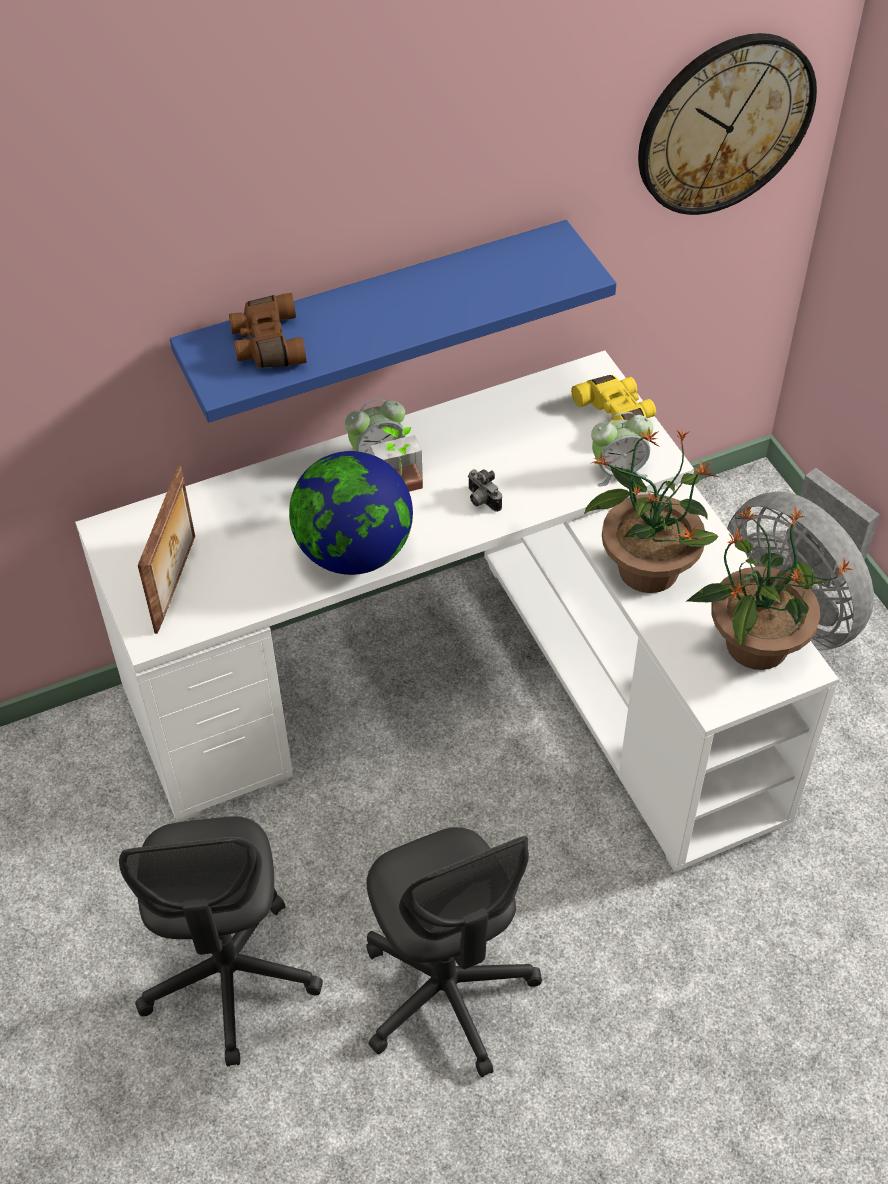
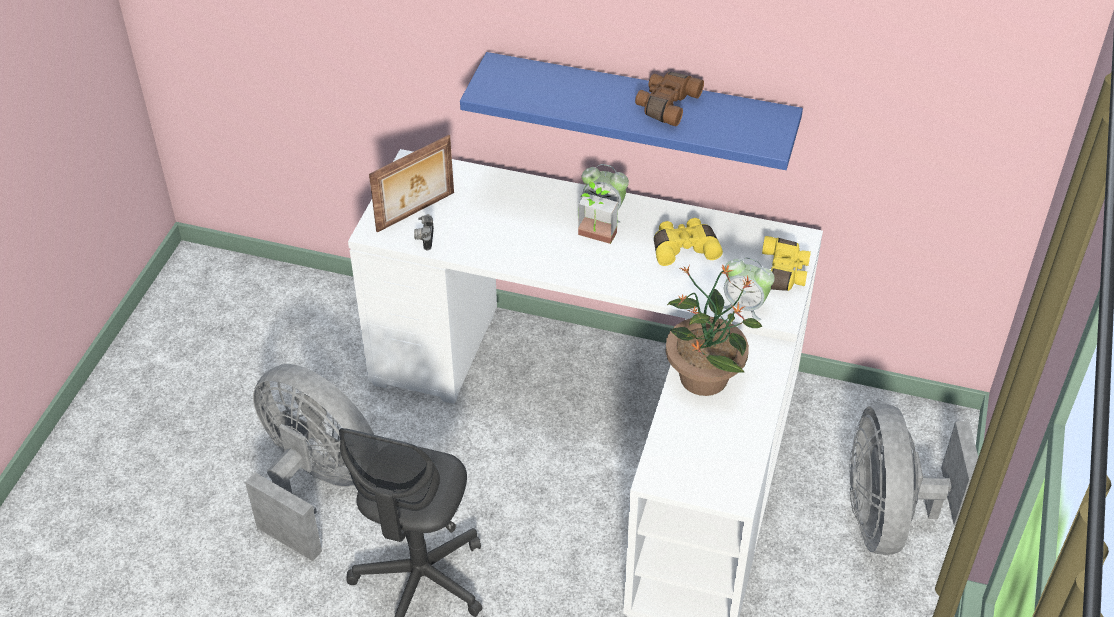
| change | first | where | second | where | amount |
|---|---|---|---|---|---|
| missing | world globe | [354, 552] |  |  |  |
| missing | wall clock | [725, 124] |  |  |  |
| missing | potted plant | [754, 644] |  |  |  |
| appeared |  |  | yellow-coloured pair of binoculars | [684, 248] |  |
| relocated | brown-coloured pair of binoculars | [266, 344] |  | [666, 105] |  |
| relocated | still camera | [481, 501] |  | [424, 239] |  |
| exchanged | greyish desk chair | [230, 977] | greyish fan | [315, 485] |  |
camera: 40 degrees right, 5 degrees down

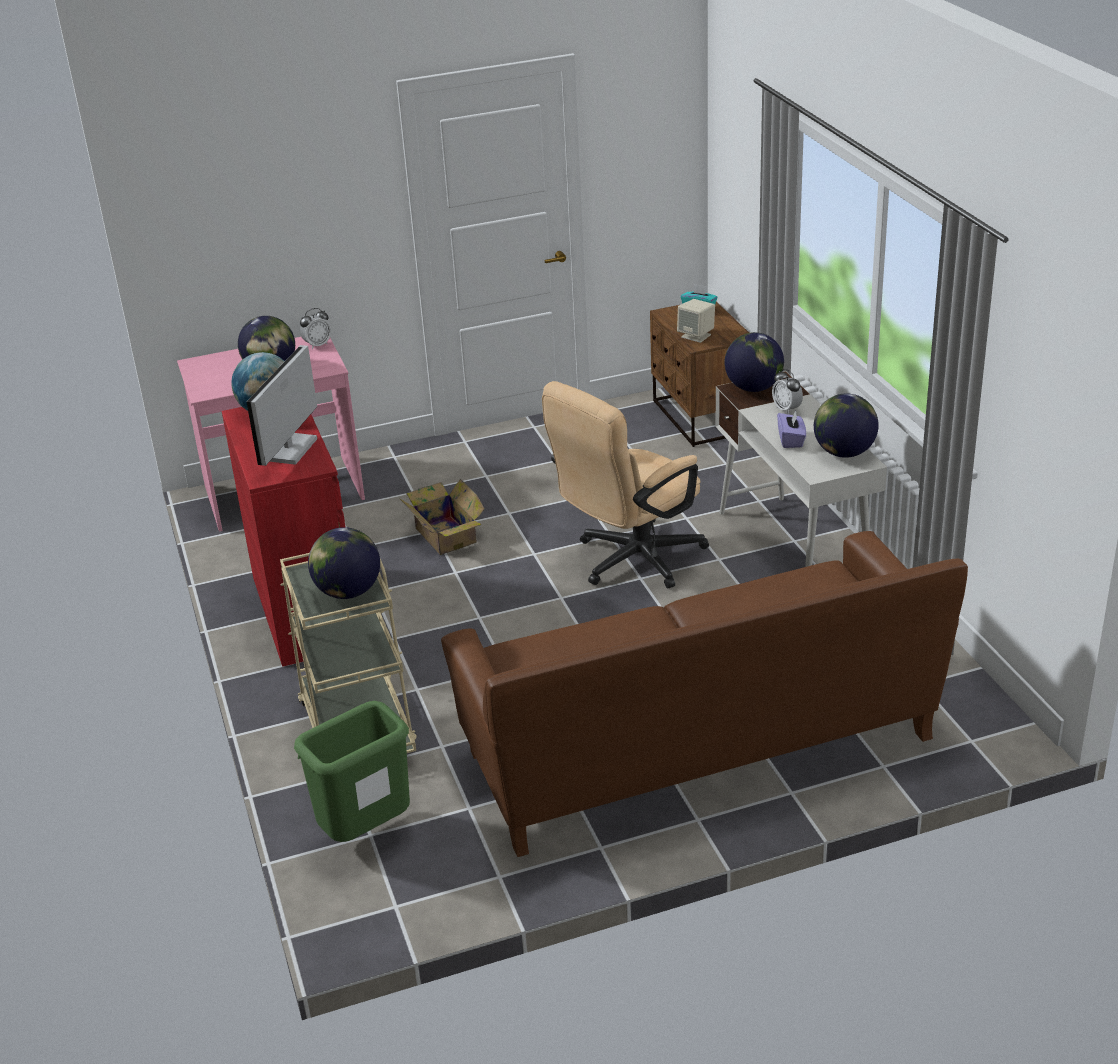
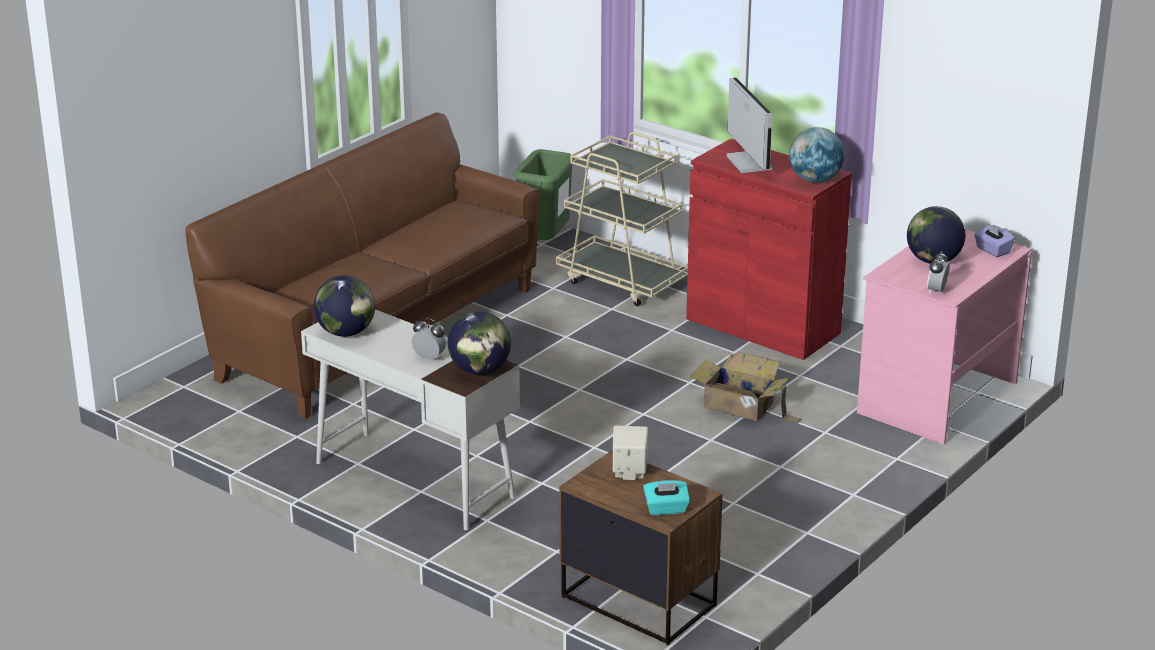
| change | first | where | second | where | amount |
|---|---|---|---|---|---|
| missing | world globe | [348, 592] |  |  |  |
| missing | sand-coloured desk chair | [630, 561] |  |  |  |
| relocated | purplish box of tissues | [791, 440] |  | [992, 250] |  |
camera: 145 degrees right, 5 degrees down

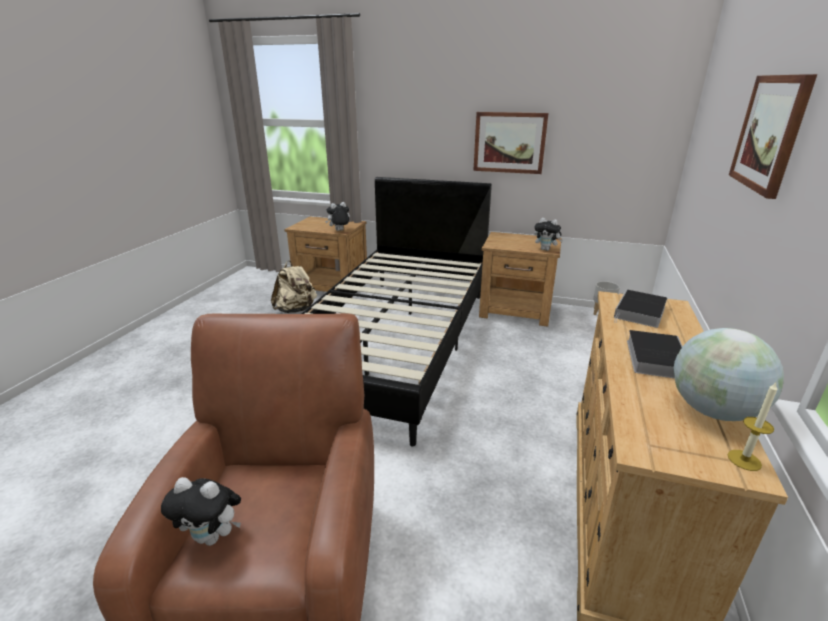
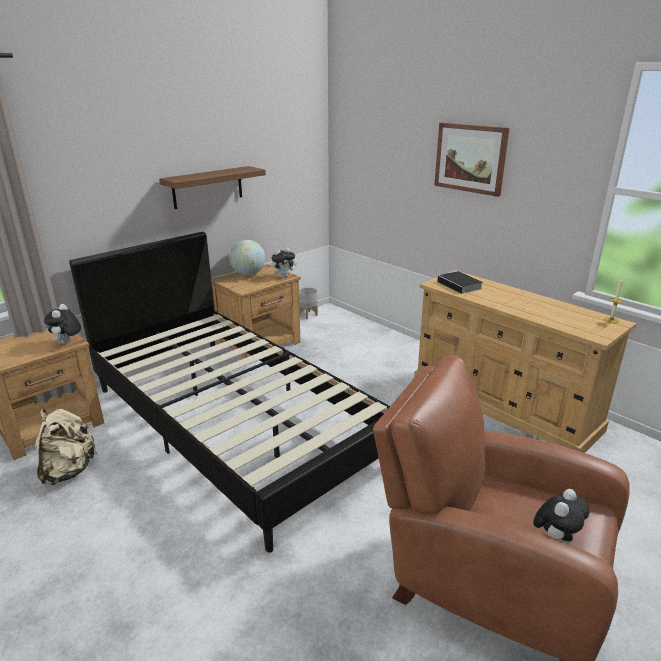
| change | first | where | second | where | amount |
|---|---|---|---|---|---|
| missing | book | [654, 357] |  |  |  |
| relocated | world globe | [713, 411] |  | [248, 274] |  |
| exchanged | wall picture | [509, 142] | wall shelf | [207, 187] |  |
camera: 60 degrees left, 0 degrees up

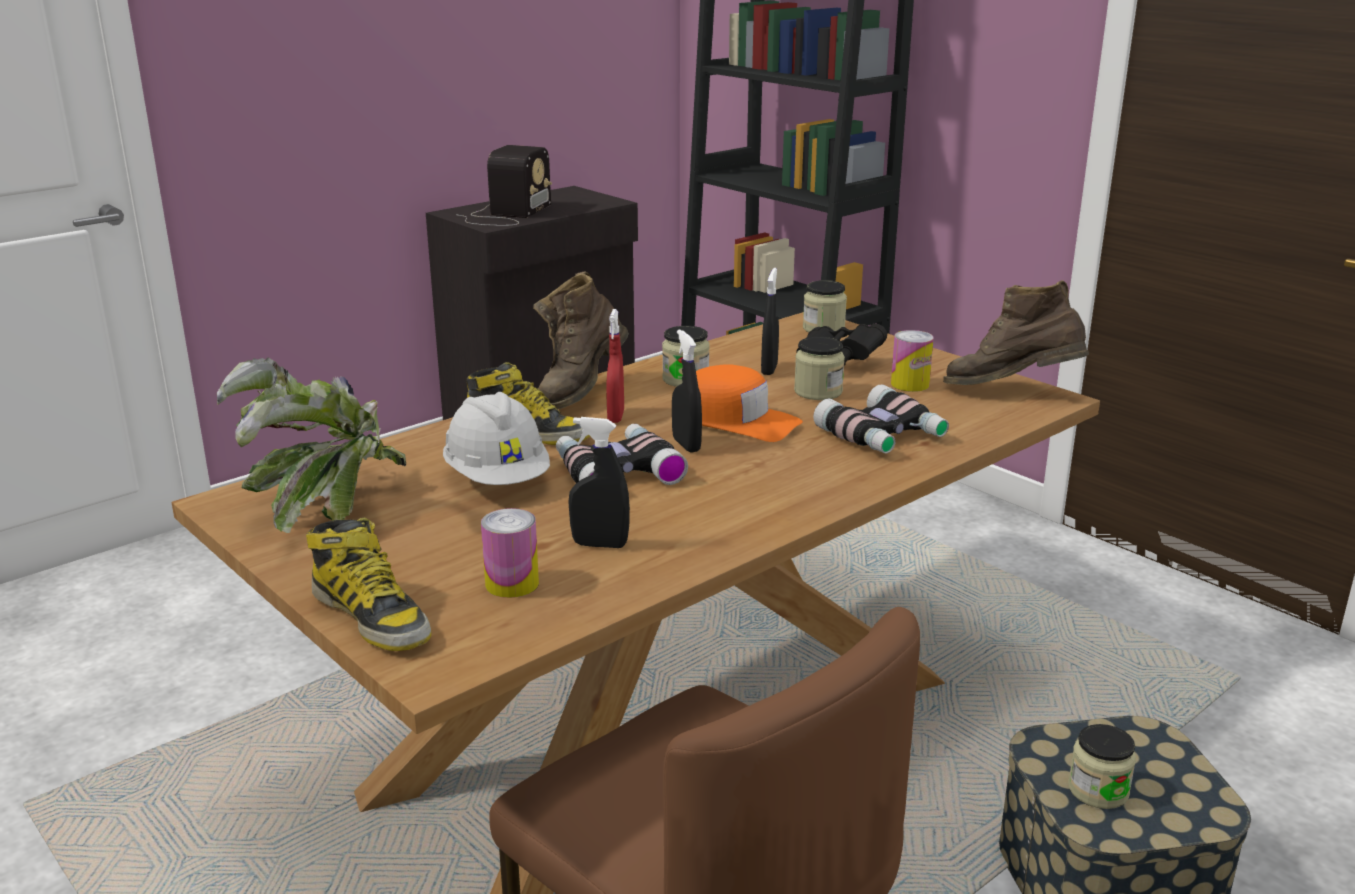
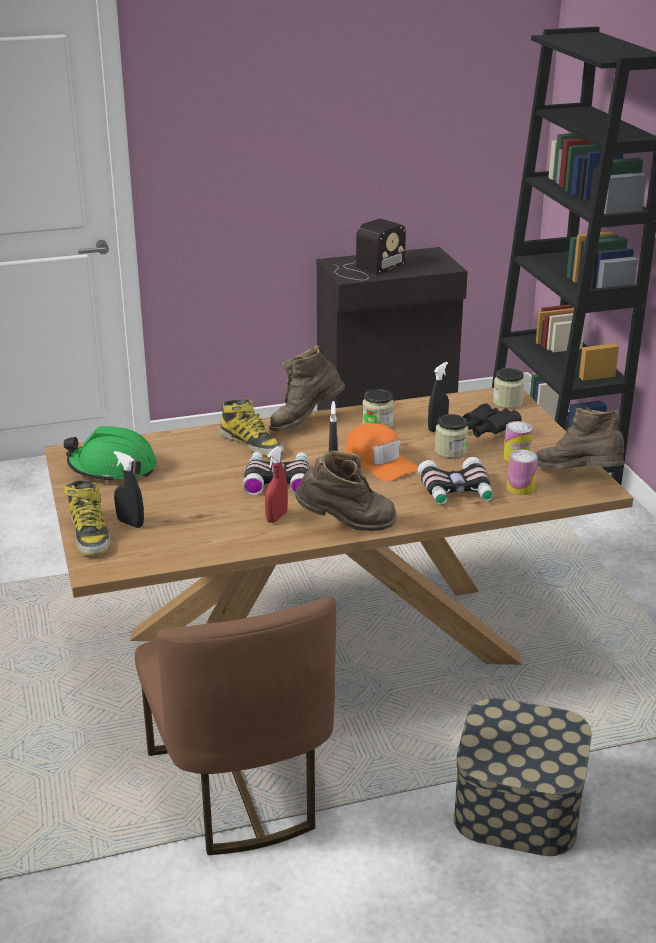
| change | first | where | second | where | amount |
|---|---|---|---|---|---|
| missing | white-coloured work helmet | [498, 479] |  |  |  |
| missing | preserve jar | [1098, 790] |  |  |  |
| appeared |  |  | brown-coloured tall boot | [346, 525] |  |
| relocated | sealed can | [512, 583] |  | [520, 488] |  |
| relocated | blackish spray bottle | [600, 544] |  | [130, 523] |  |
| relocated | red spray bottle | [615, 417] |  | [276, 517] |  |
| exchanged | potted plant | [327, 508] | green-coloured work helmet | [113, 468] |  |
camera: 25 degrees right, 5 degrees up

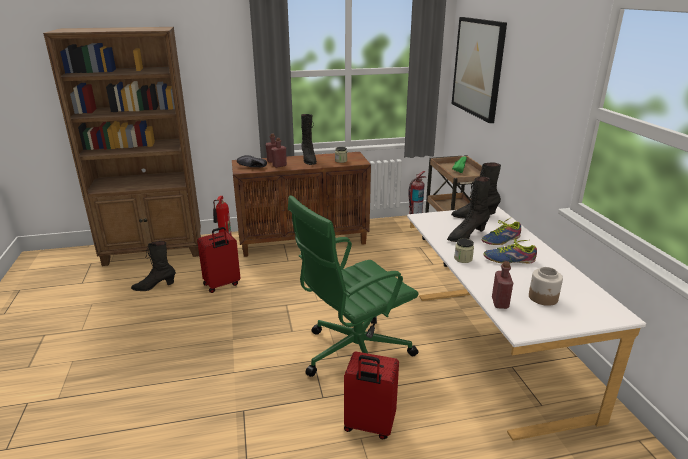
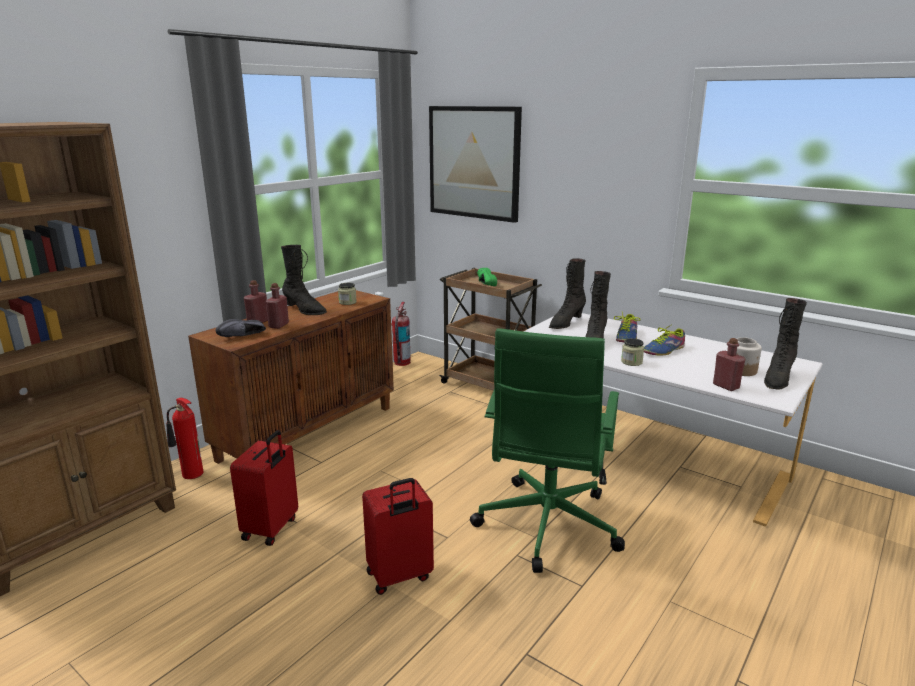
| change | first | where | second | where | amount |
|---|---|---|---|---|---|
| relocated | blackish tall boot | [154, 286] |  | [777, 379] |  |
| relocated | red suitcase | [369, 426] |  | [399, 576] |  |
camera: 40 degrees left, 5 degrees down

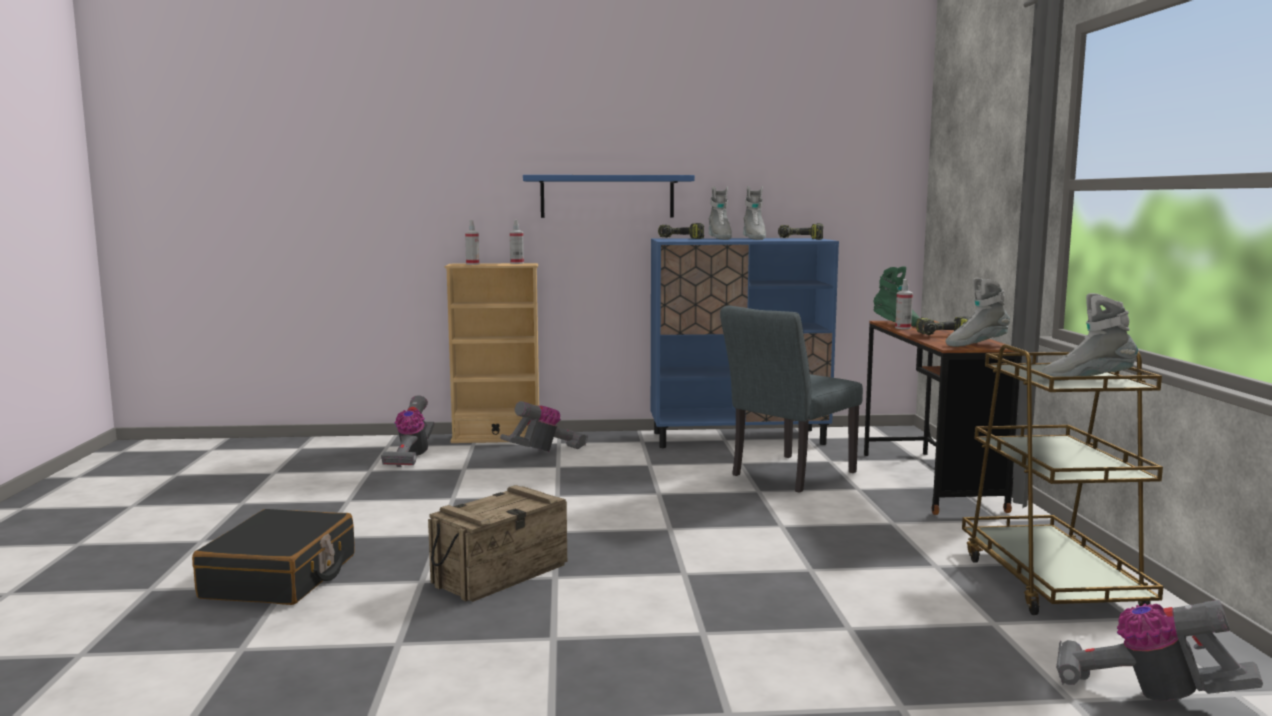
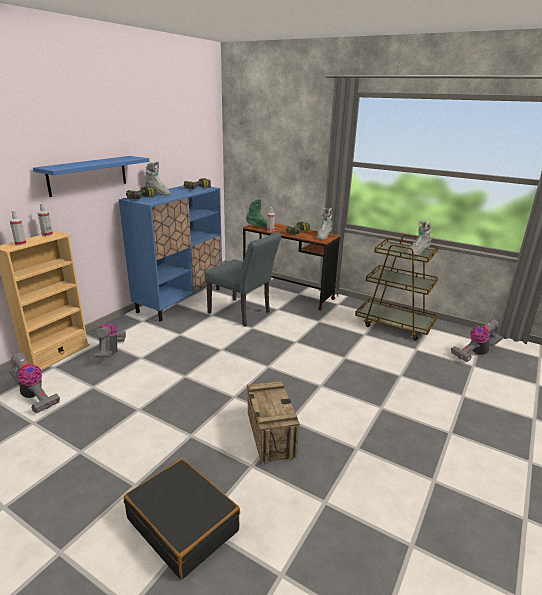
| change | first | where | second | where | amount |
|---|---|---|---|---|---|
| missing | greyish tall boot | [753, 238] |  |  |  |
| spun | greyish upright chair | [787, 475] |  | [243, 314] | 45 degrees counterclockwise |
camera: 55 degrees left, 15 degrees up

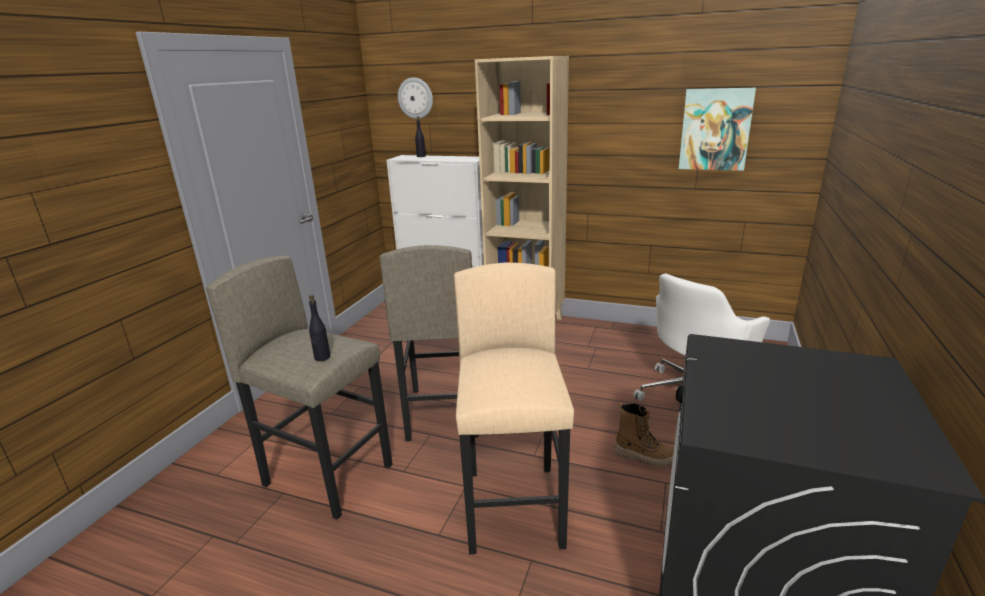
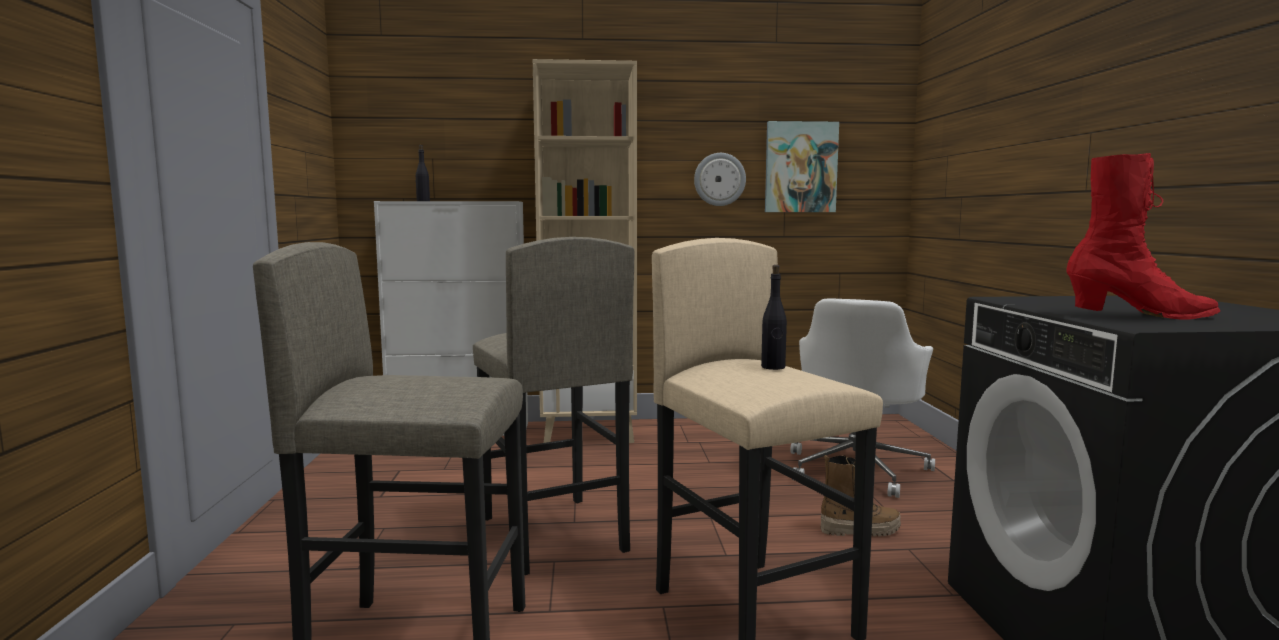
| change | first | where | second | where | amount |
|---|---|---|---|---|---|
| appeared |  |  | red tall boot | [1141, 316] |  |
| relocated | blackish drink bottle | [322, 357] |  | [773, 367] |  |
| relocated | wall clock | [415, 98] |  | [719, 179] |  |
camera: 25 degrees left, 15 degrees down

